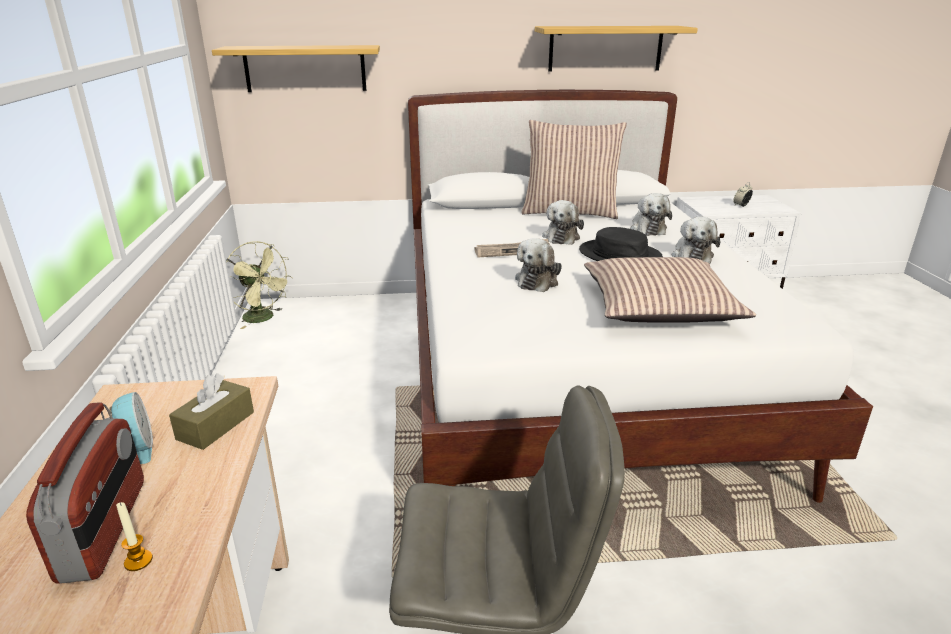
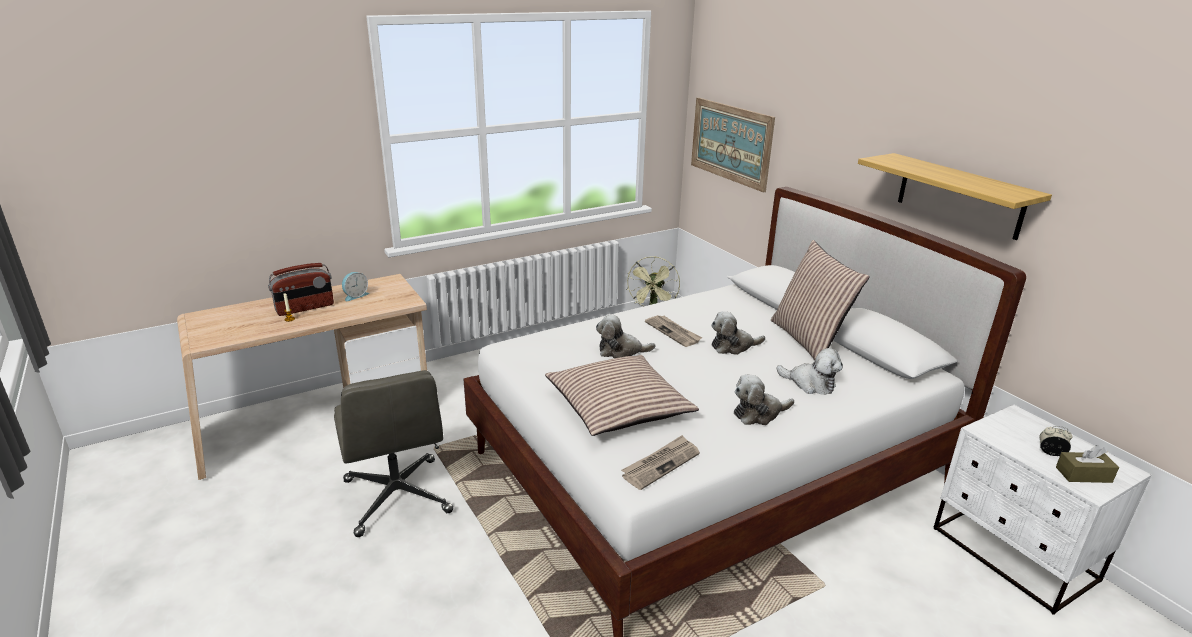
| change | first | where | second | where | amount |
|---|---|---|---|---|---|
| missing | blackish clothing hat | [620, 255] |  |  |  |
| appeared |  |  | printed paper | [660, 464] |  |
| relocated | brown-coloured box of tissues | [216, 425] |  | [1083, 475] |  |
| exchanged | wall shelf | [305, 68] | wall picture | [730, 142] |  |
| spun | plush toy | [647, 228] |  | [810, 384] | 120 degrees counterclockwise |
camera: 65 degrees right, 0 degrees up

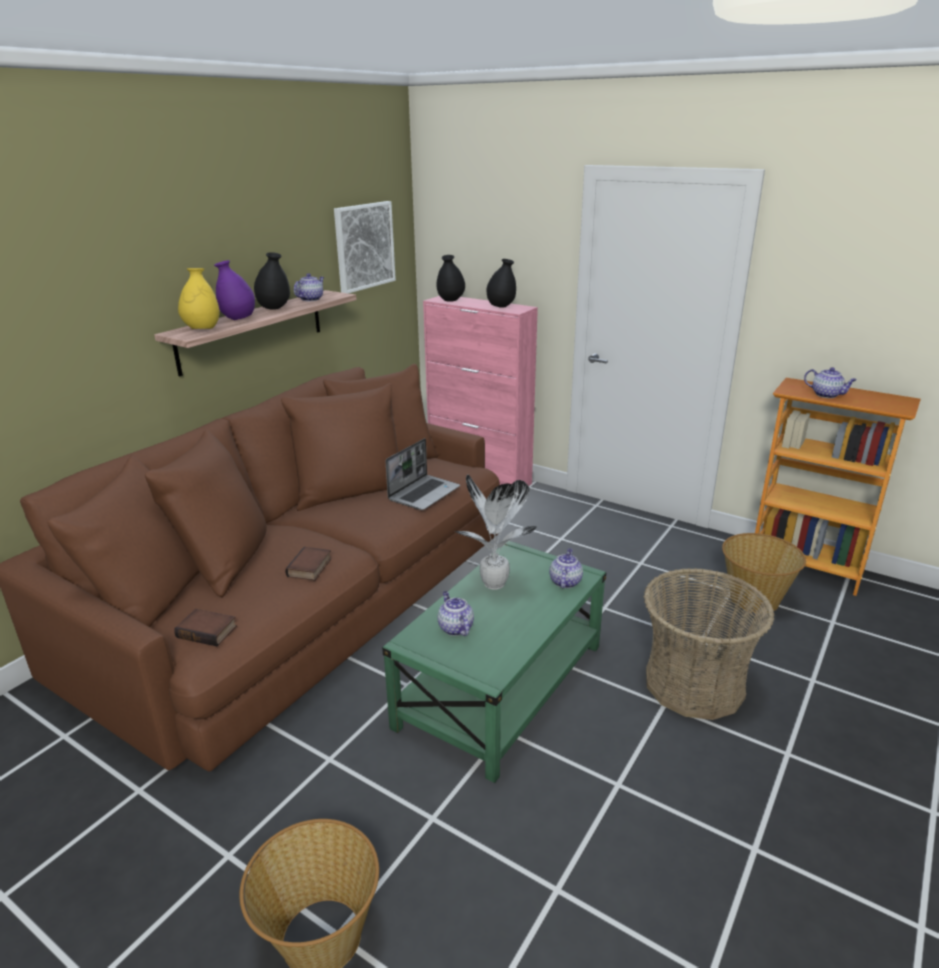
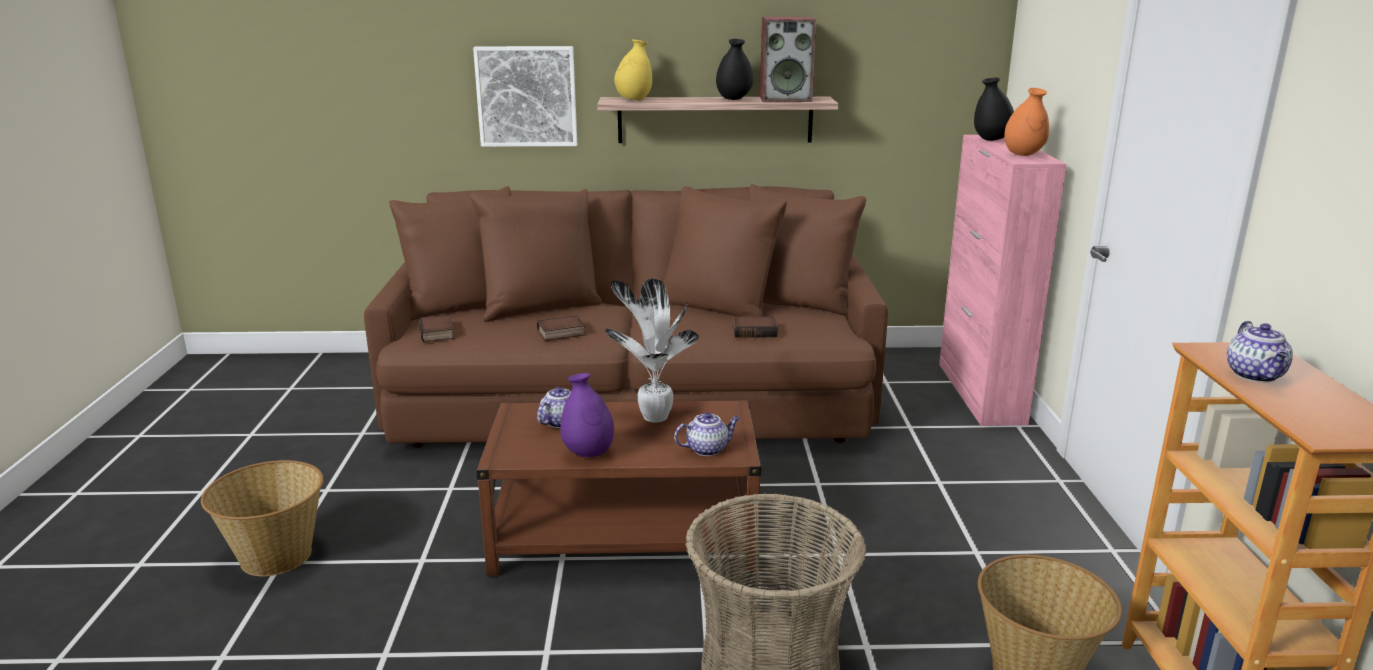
| change | first | where | second | where | amount |
|---|---|---|---|---|---|
| relocated | purplish flower vase | [238, 319] |  | [588, 453] |  |
| relocated | wall picture | [364, 246] |  | [526, 96] |  |
| exchanged | pot for tea | [311, 299] | loudspeaker | [786, 99] |  |
| exchanged | laptop | [424, 493] | book | [755, 331] |  |
| colour | green-coloured lounge table | [501, 685] | brown-coloured lounge table | [625, 534] |  |
| colour | blackish flower vase | [501, 306] | orange flower vase | [1023, 154] |  |
camera: 55 degrees right, 5 degrees down

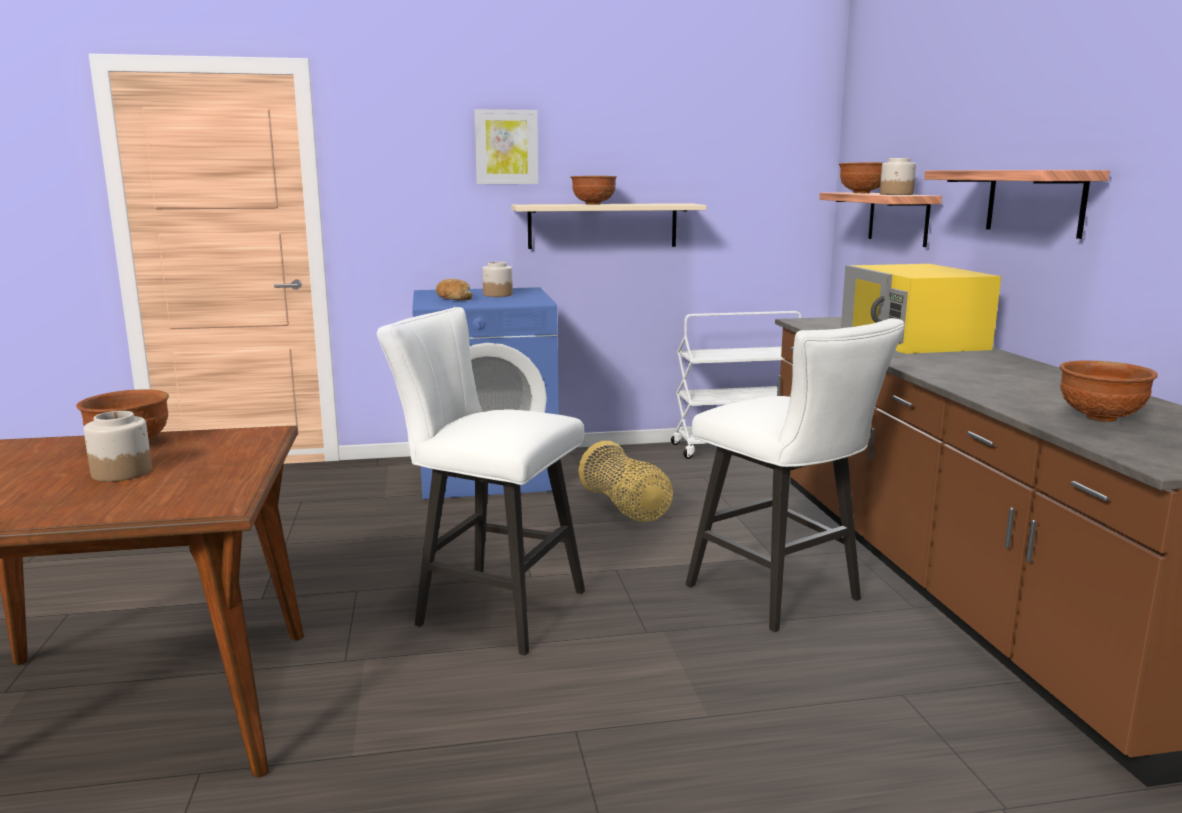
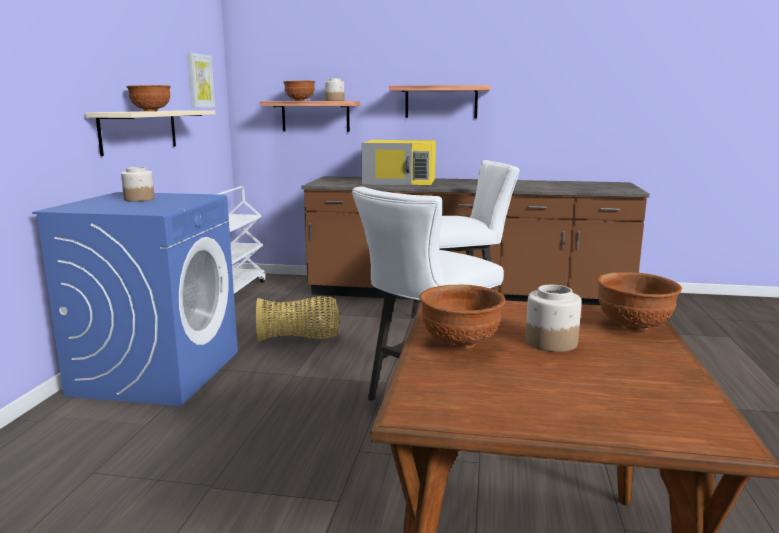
| change | first | where | second | where | amount |
|---|---|---|---|---|---|
| missing | bakery bread | [453, 298] |  |  |  |
| relocated | wall picture | [506, 147] |  | [200, 81] |  |
| relocated | brown-coloured serving bowl | [1099, 418] |  | [633, 327] |  |
camera: 70 degrees left, 0 degrees up

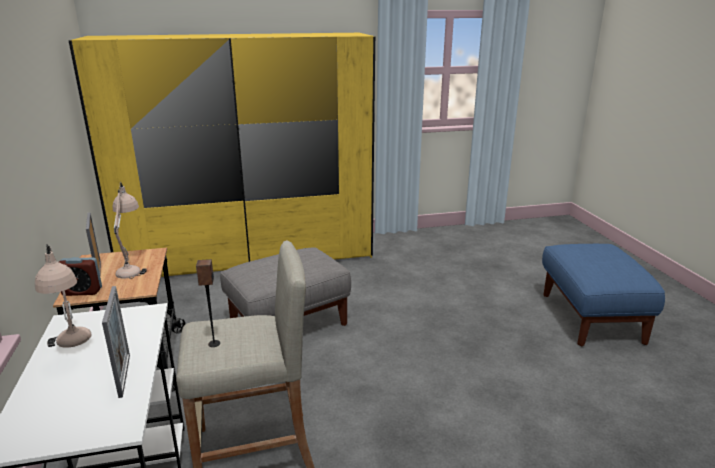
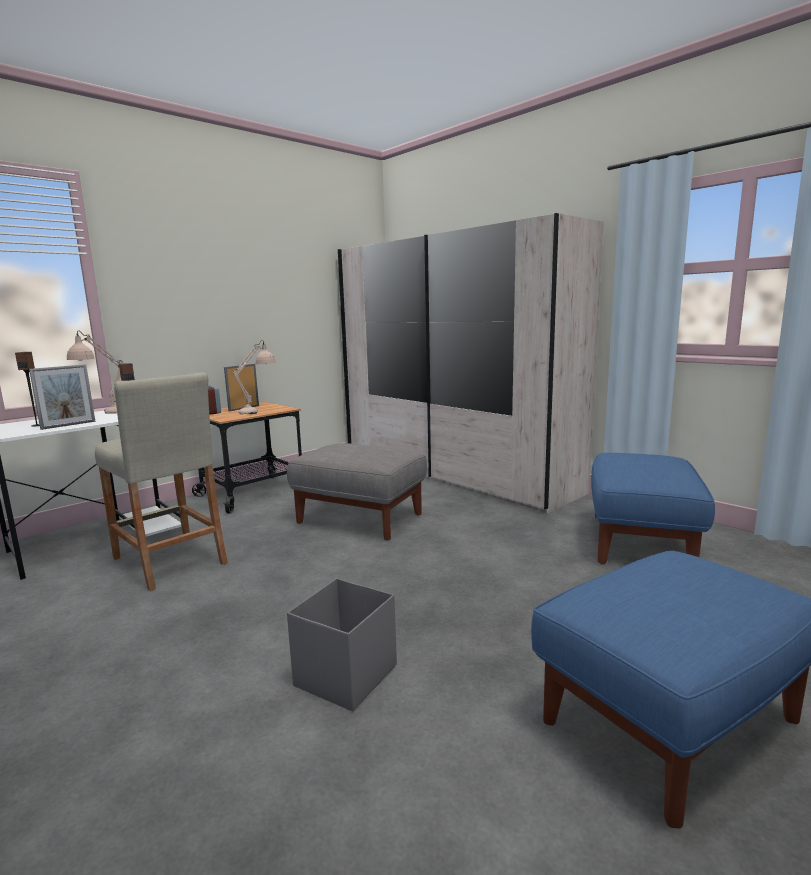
| change | first | where | second | where | amount |
|---|---|---|---|---|---|
| appeared |  |  | loudspeaker | [37, 425] |  |
| appeared |  |  | greyish storage bin | [344, 676] |  |
| appeared |  |  | blue-coloured footrest | [640, 543] |  |
| colour | yellow-coloured wardrobe | [250, 256] | white-coloured wardrobe | [454, 473] |  |
camera: 60 degrees right, 10 degrees down

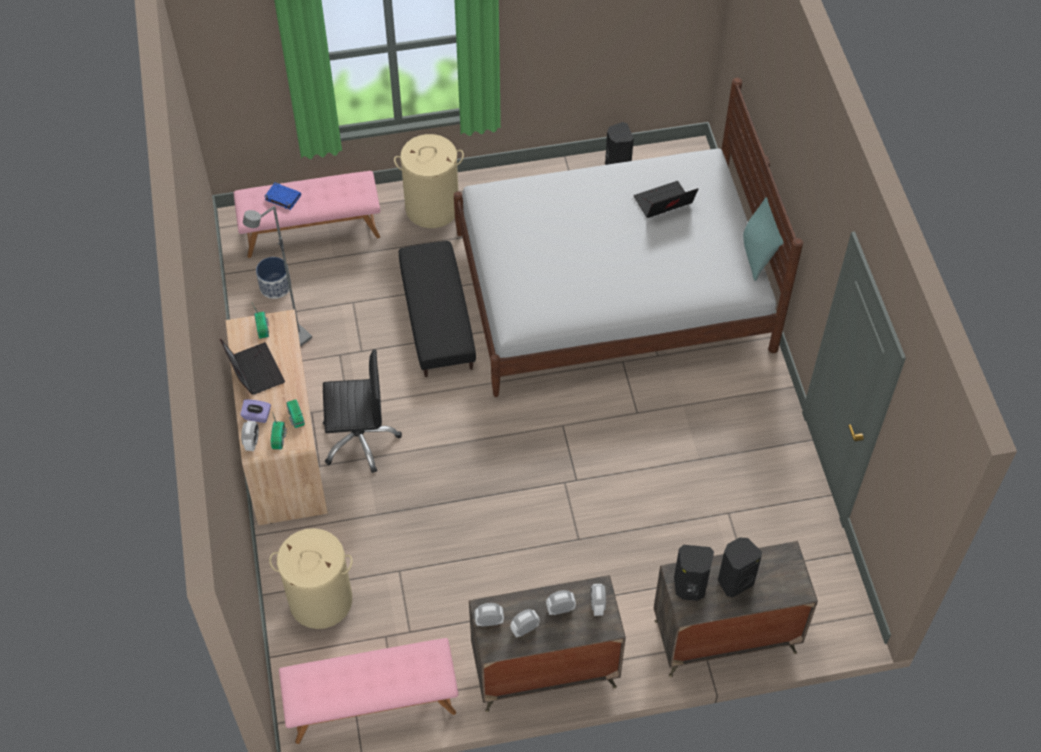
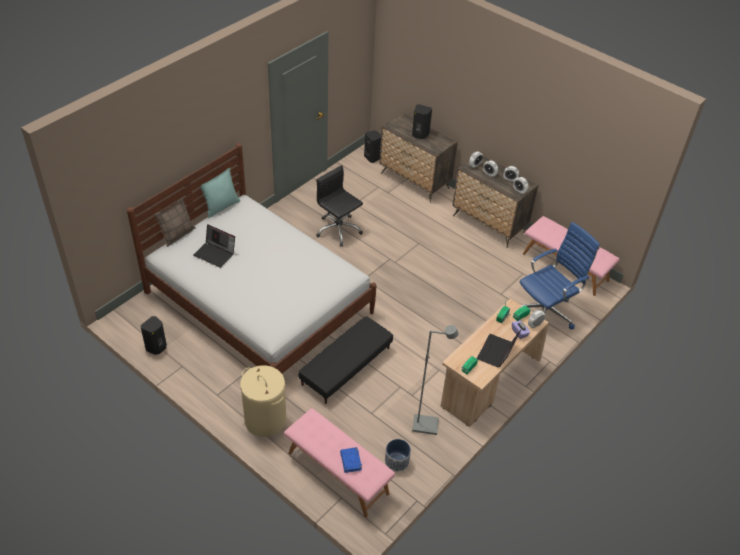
| change | first | where | second | where | amount |
|---|---|---|---|---|---|
| appeared |  |  | throw pillow | [177, 234] |  |
| relocated | blackish desk chair | [359, 439] |  | [338, 230] |  |
| relocated | blackish loudspeaker | [690, 587] |  | [372, 158] |  |
| exchanged | sand-coloured laundry basket | [320, 600] | blue-coloured desk chair | [546, 312] |  |
camera: 130 degrees left, 10 degrees down

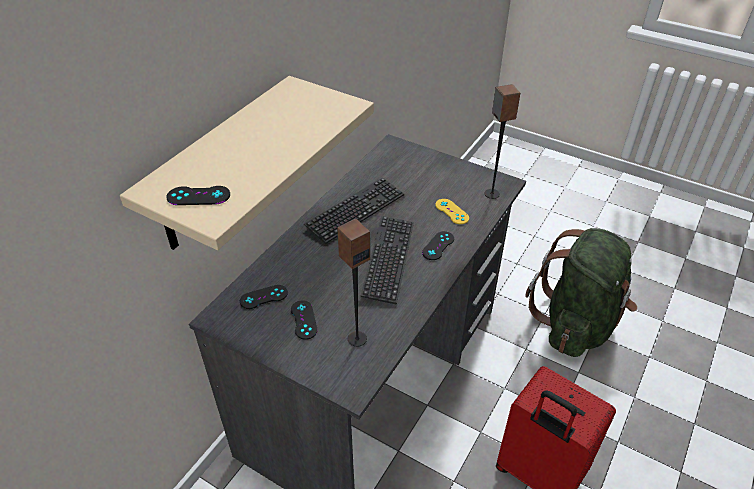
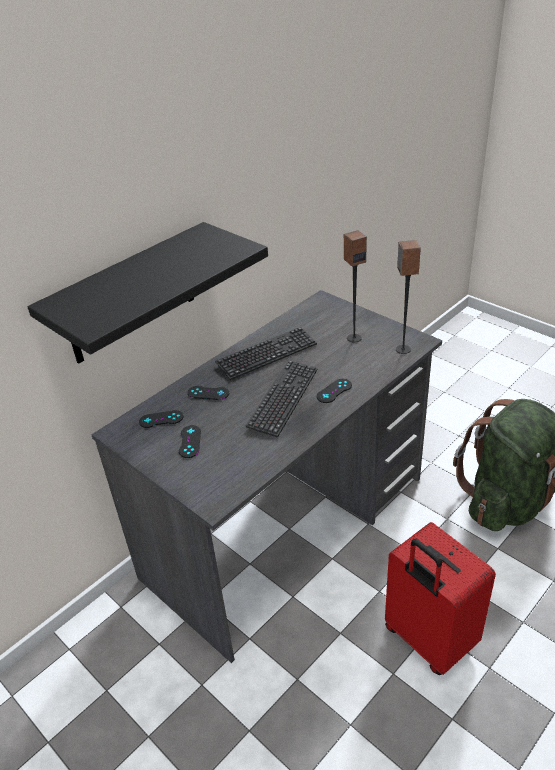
| change | first | where | second | where | amount |
|---|---|---|---|---|---|
| missing | yellow-coloured gamepad | [452, 211] |  |  |  |
| relocated | blackish gamepad | [198, 196] |  | [208, 393] |  |
| relocated | loudspeaker | [357, 338] |  | [354, 338] |  |
| colour | sand-coloured wall shelf | [221, 166] | blackish wall shelf | [130, 295] |  |
camera: 15 degrees right, 5 degrees down

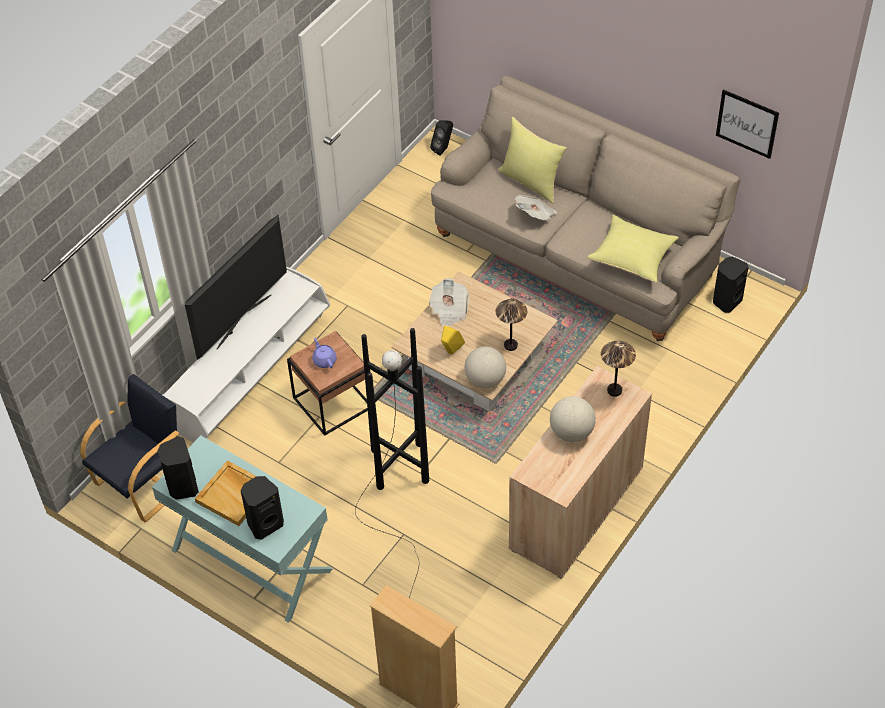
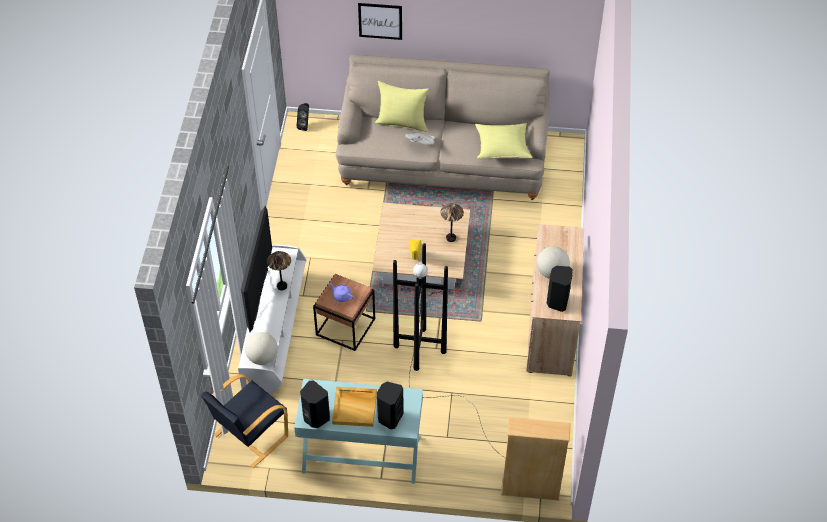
| change | first | where | second | where | amount |
|---|---|---|---|---|---|
| missing | printed paper | [449, 310] |  |  |  |
| relocated | world globe | [485, 380] |  | [262, 357] |  |
| relocated | table lamp | [614, 391] |  | [282, 286] |  |
| relocated | blackish loudspeaker | [726, 301] |  | [557, 301] |  |
| relocated | wall picture | [747, 123] |  | [380, 21] |  |
| spun | blackish lounge chair | [144, 482] |  | [249, 436] | 150 degrees counterclockwise |
camera: 30 degrees left, 0 degrees up

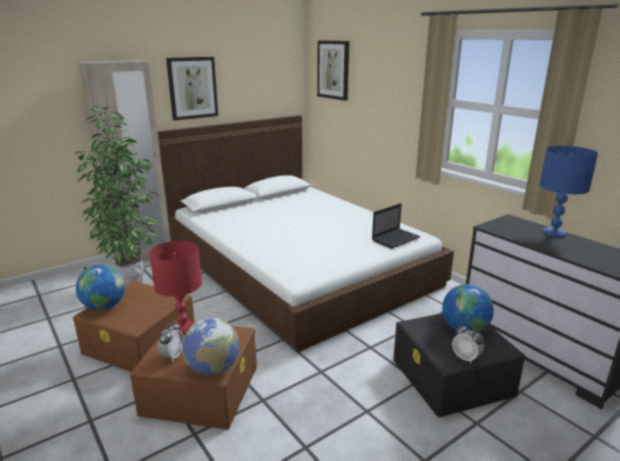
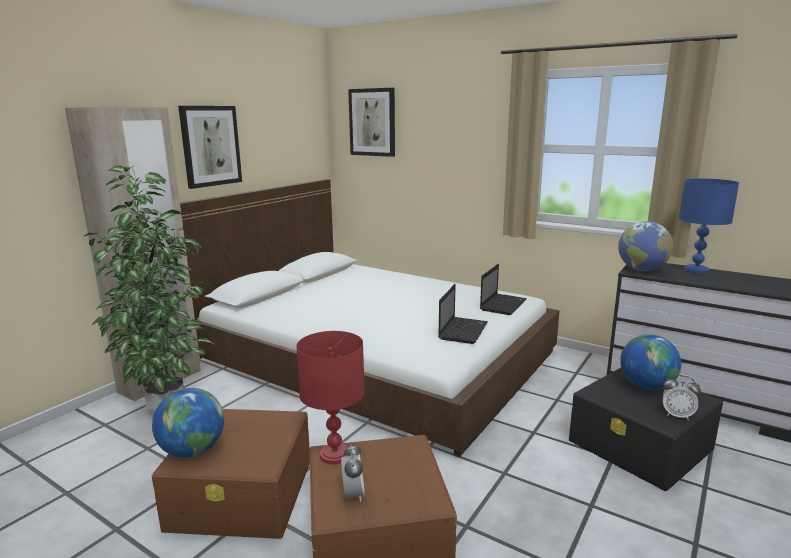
| change | first | where | second | where | amount |
|---|---|---|---|---|---|
| appeared |  |  | laptop | [463, 330] |  |
| relocated | world globe | [213, 369] |  | [641, 270] |  |
camera: 20 degrees left, 5 degrees down

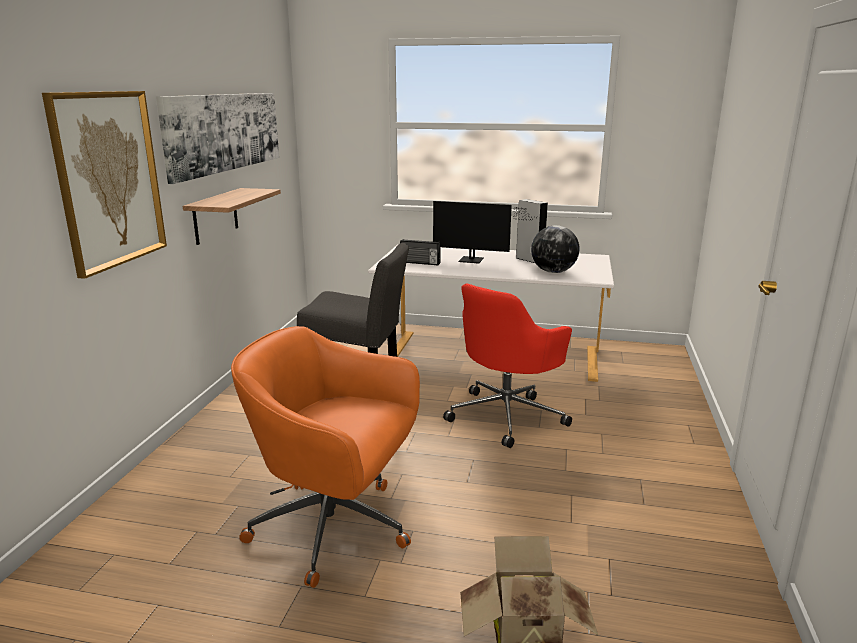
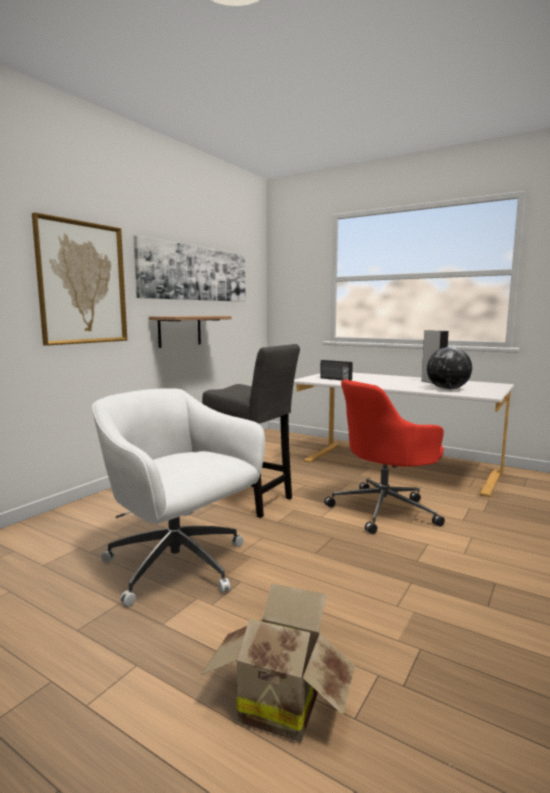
| change | first | where | second | where | amount |
|---|---|---|---|---|---|
| missing | monitor | [474, 260] |  |  |  |
| colour | orange desk chair | [335, 528] | white-coloured desk chair | [179, 566] |  |
camera: 20 degrees right, 10 degrees down

